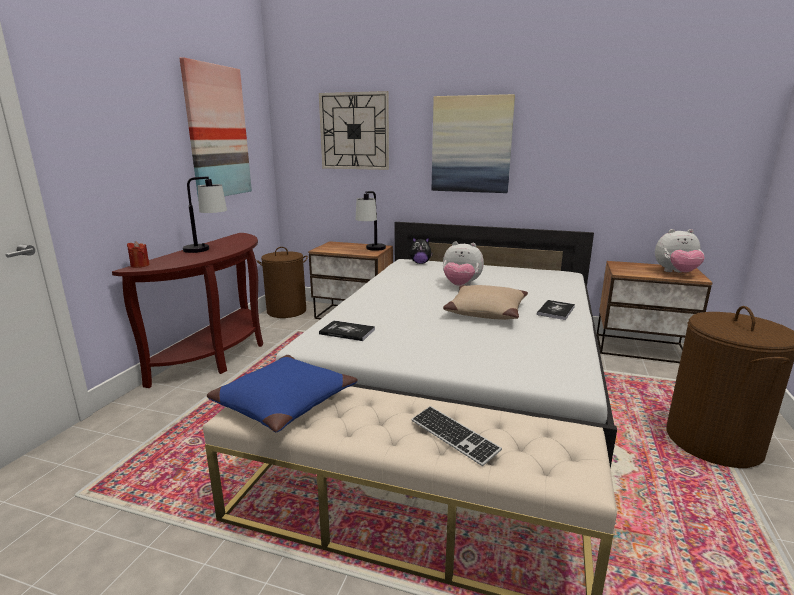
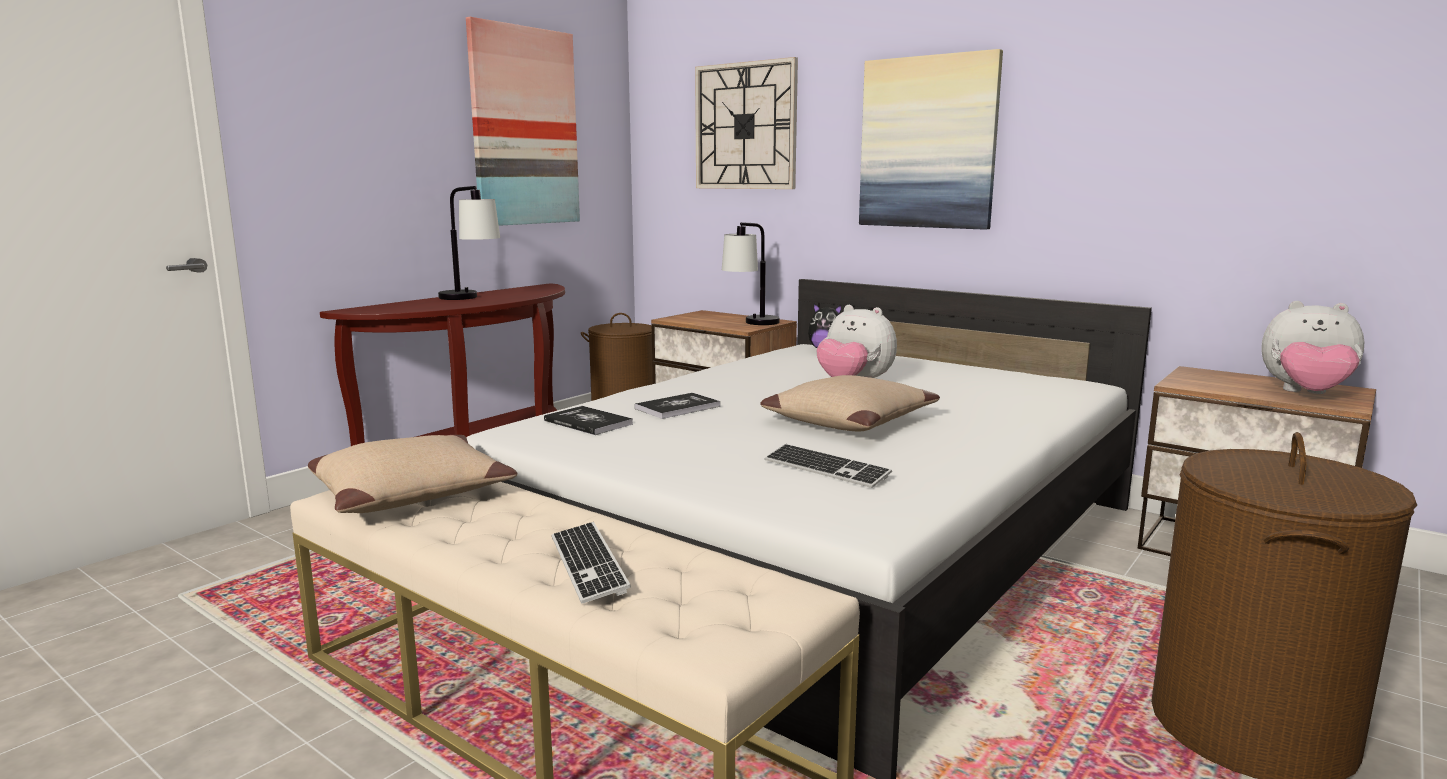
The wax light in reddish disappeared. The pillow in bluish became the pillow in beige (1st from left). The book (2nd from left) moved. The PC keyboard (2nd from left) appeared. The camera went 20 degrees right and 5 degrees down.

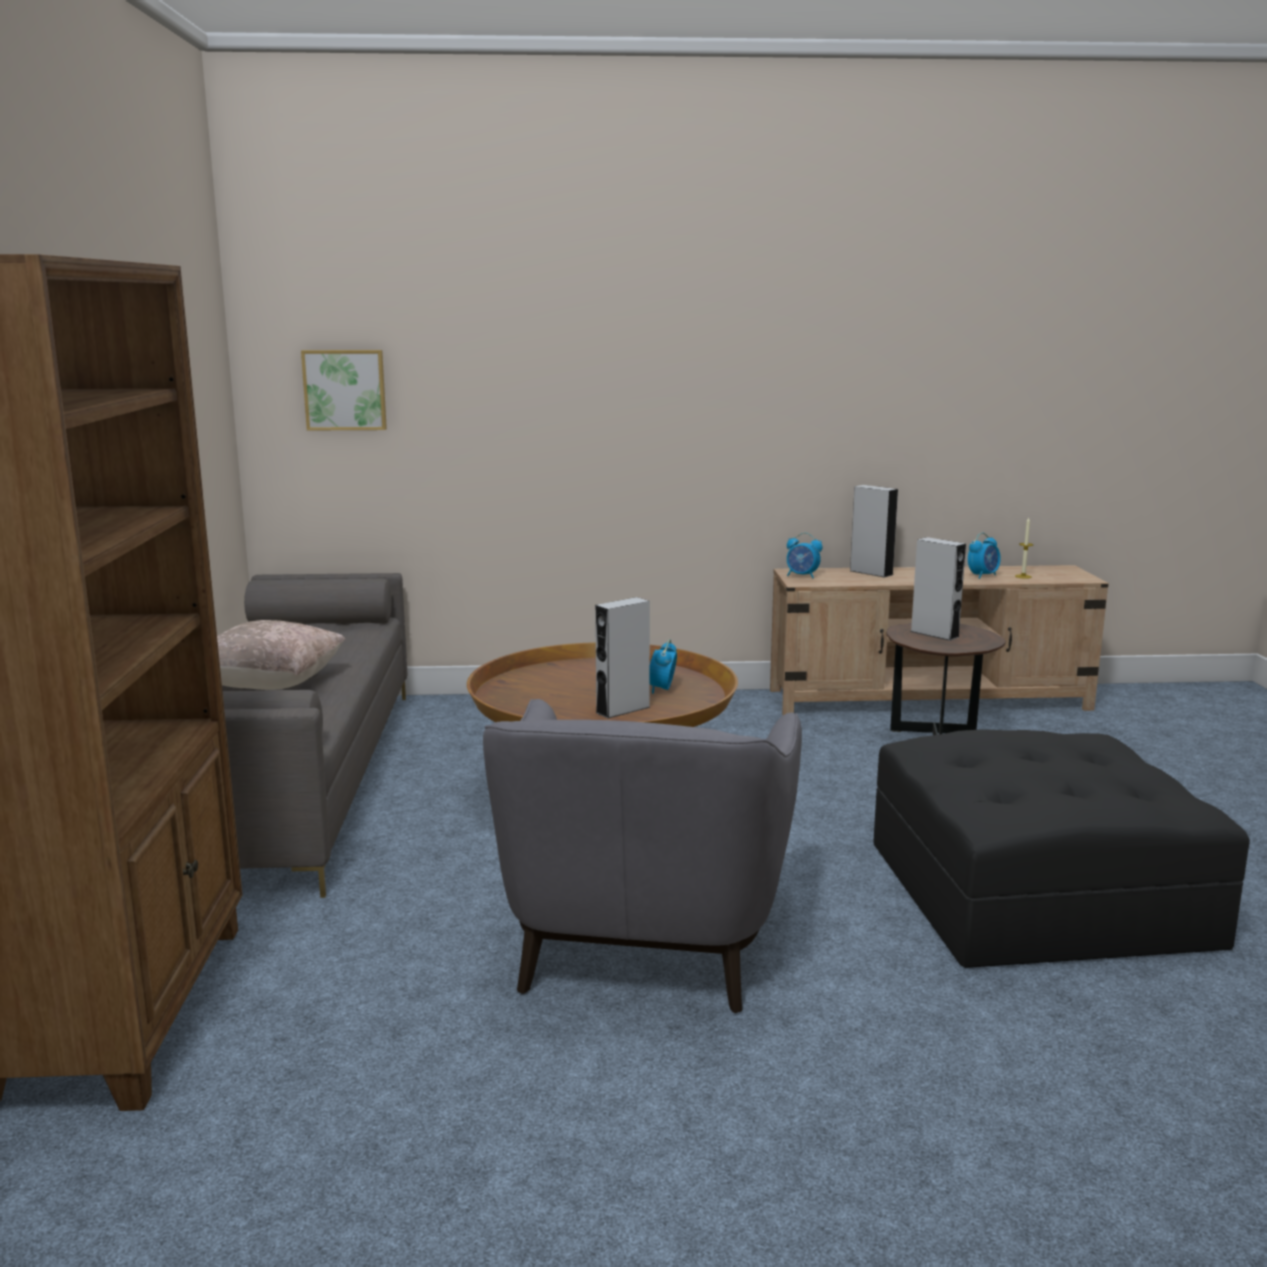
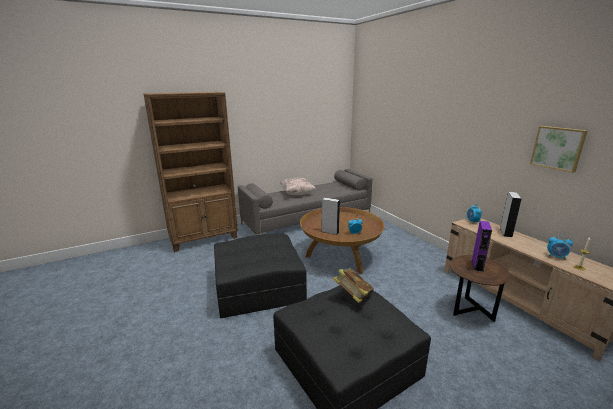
The wall picture moved. The armchair in greyish was replaced by the pouffe in black (1st from left). The speaker in greyish (3rd from left) became the speaker in purple-coloured. The book appeared. The camera went 65 degrees right and 5 degrees up.

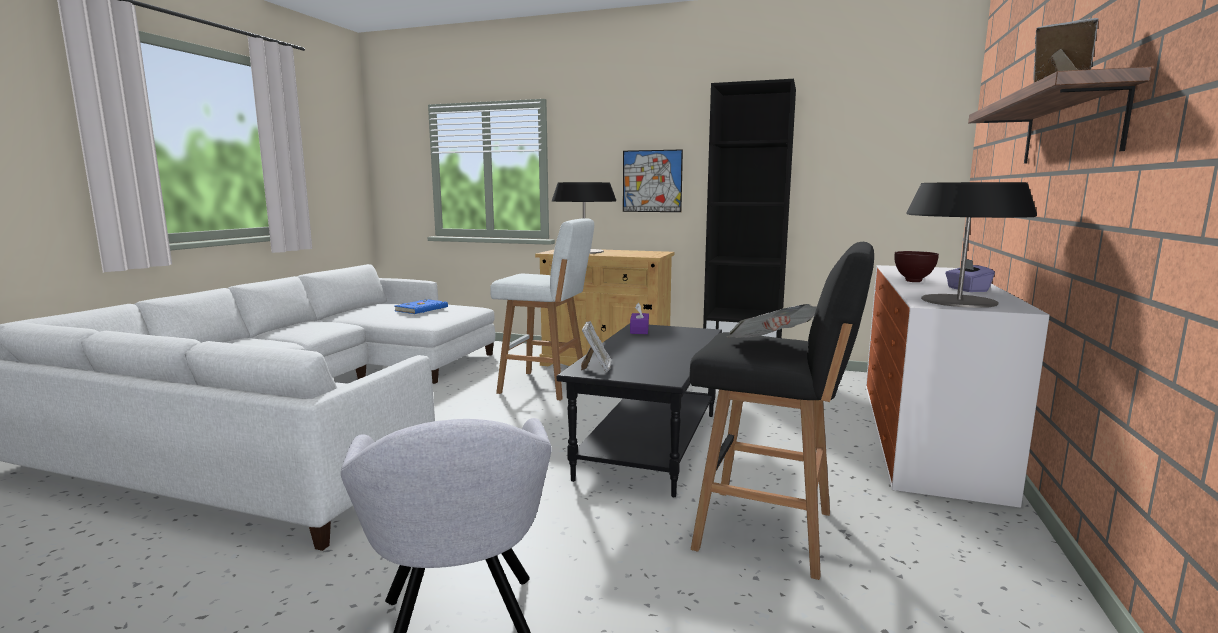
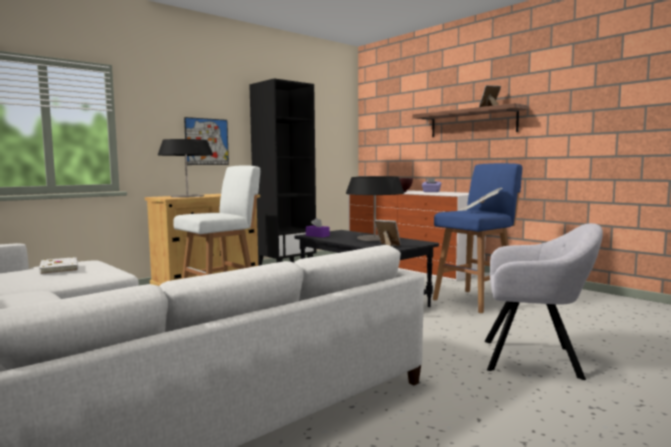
The book in bluish became the book in whitish. The stool in black became the stool in bluish. The table lamp (2nd from left) moved. The camera went 60 degrees left and 5 degrees down.

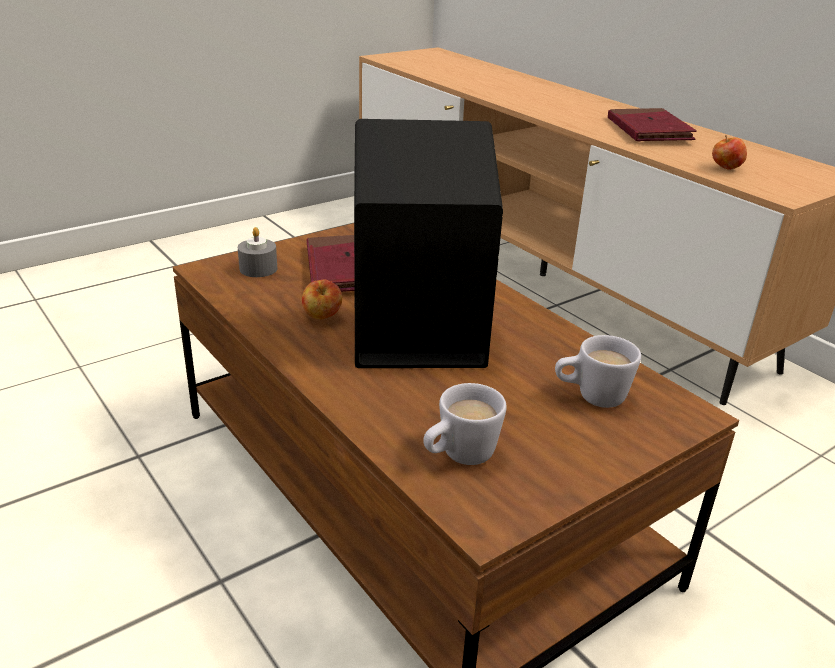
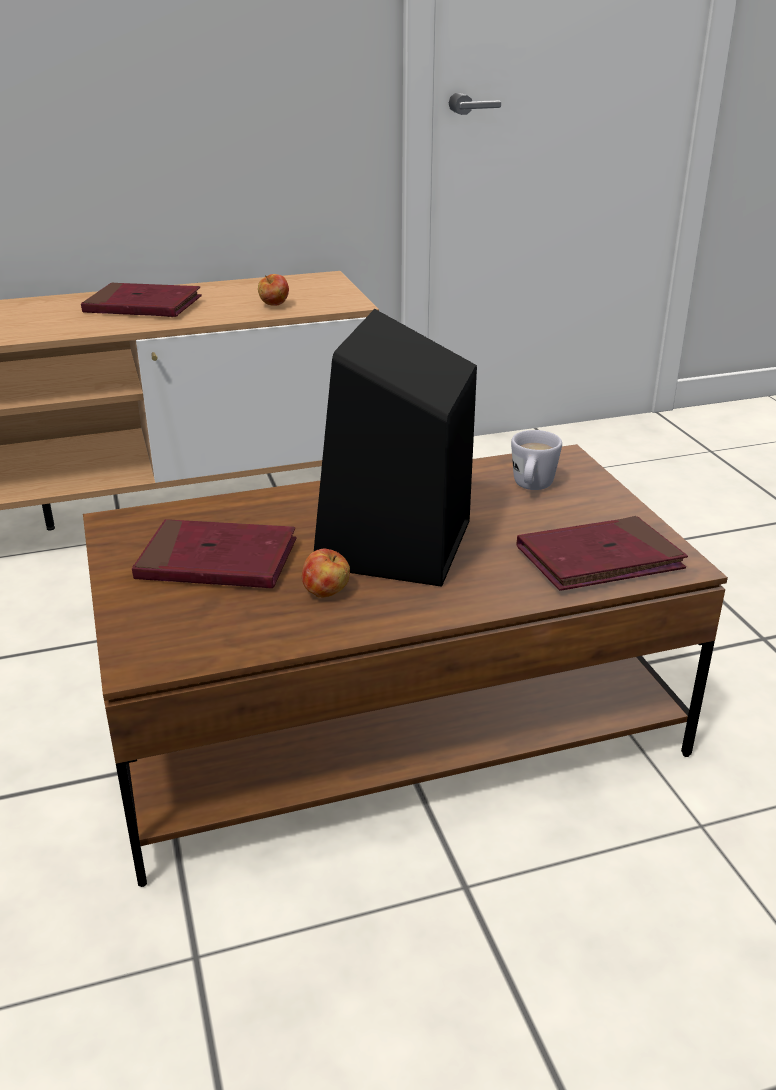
The wax light in greyish disappeared. The coffee mug in whitish (1st from left) was replaced by the book in reddish (3rd from left). The camera went 70 degrees left and 0 degrees up.

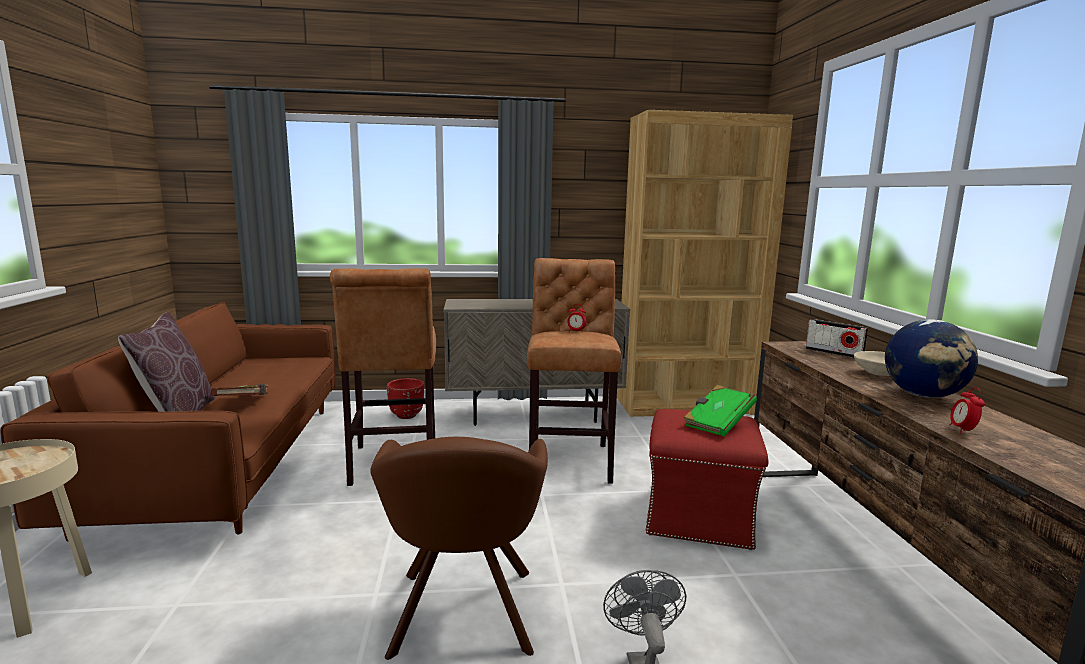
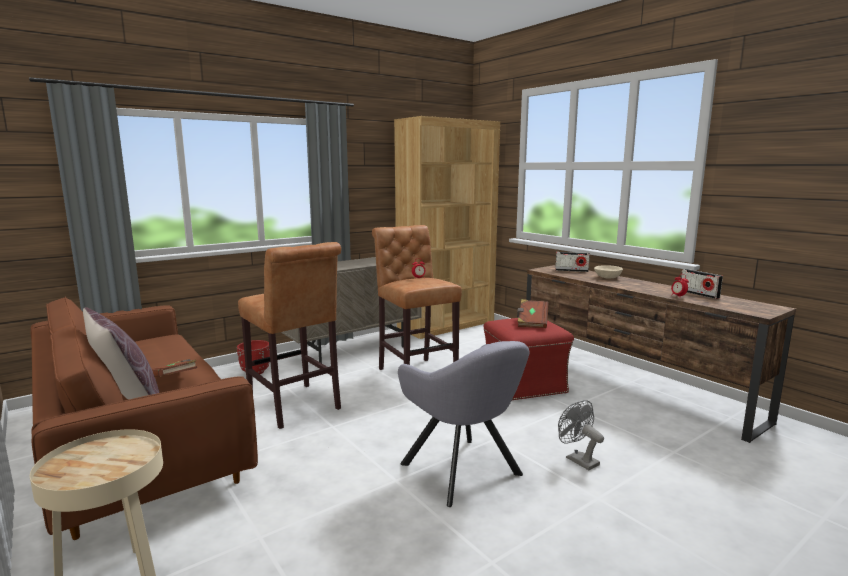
The armchair in brown became the armchair in greyish. The book in greenish became the book in brown (2nd from left). The desk globe disappeared. The radio (2nd from left) appeared. The camera went 30 degrees left and 0 degrees up.

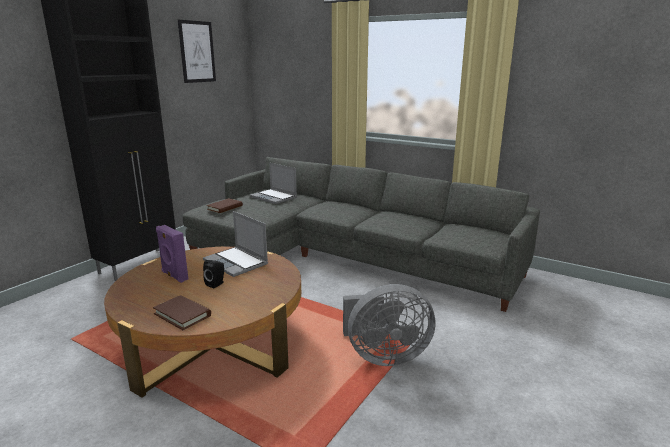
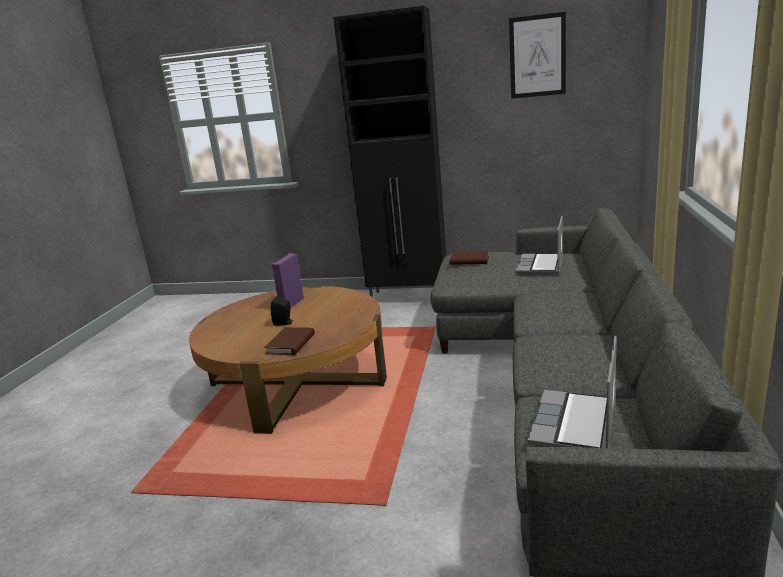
The book in brown (1st from left) moved. The laptop (1st from left in the first image) moved. The fan in greyish disappeared. The camera went 70 degrees right and 0 degrees up.

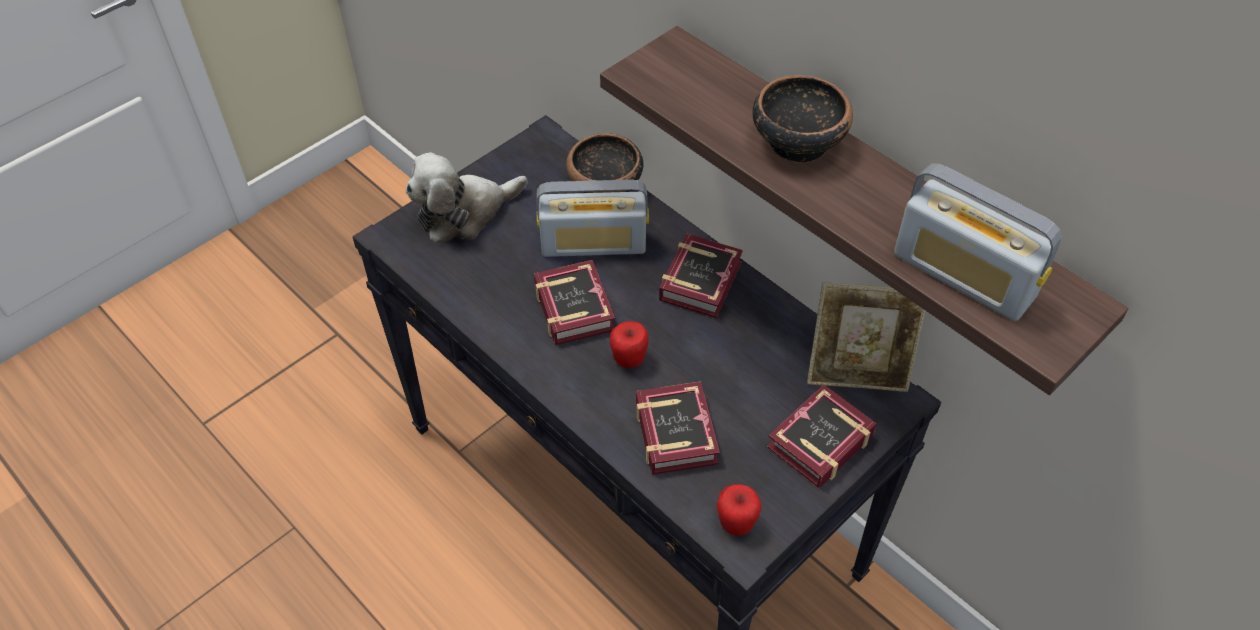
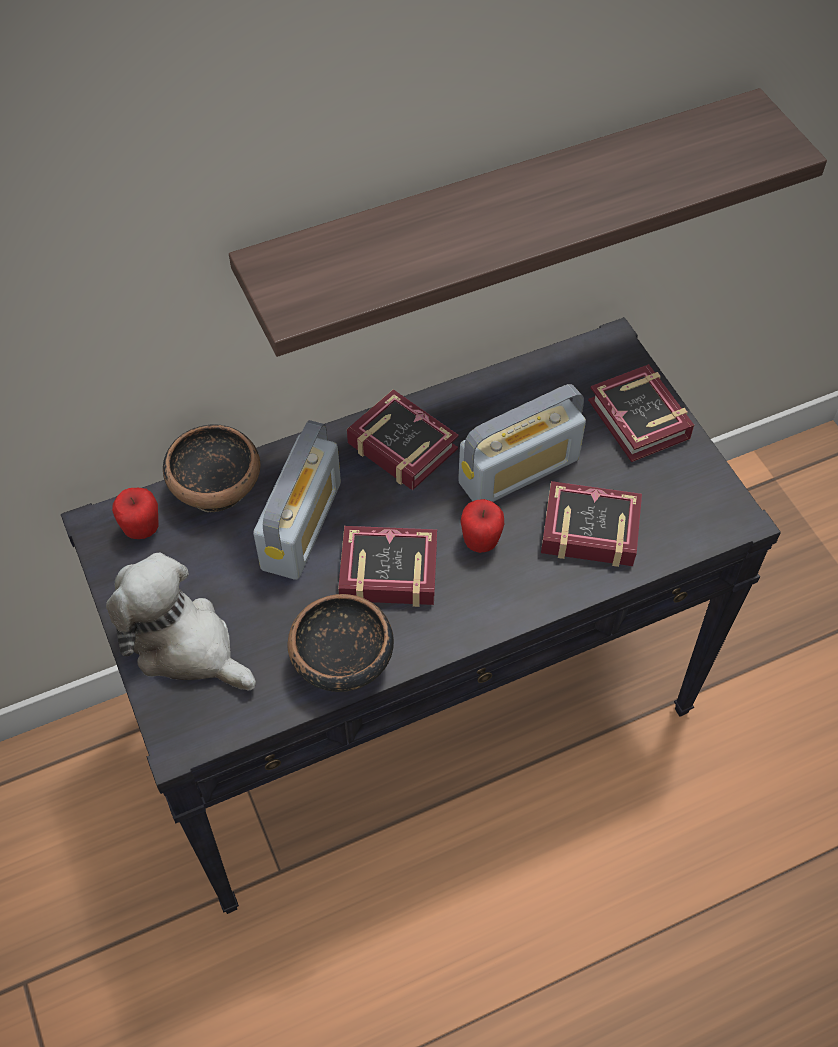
The soft toy turned 135 degrees clockwise. The apple (2nd from left in the first image) moved. The deep dish (2nd from left) moved. The photo frame disappeared. The radio (2nd from left) moved. The camera went 70 degrees left and 5 degrees up.

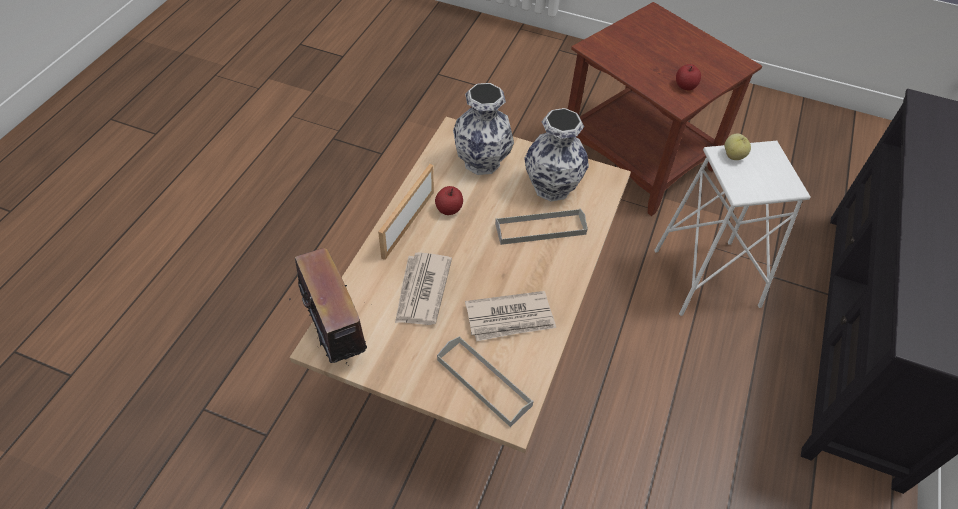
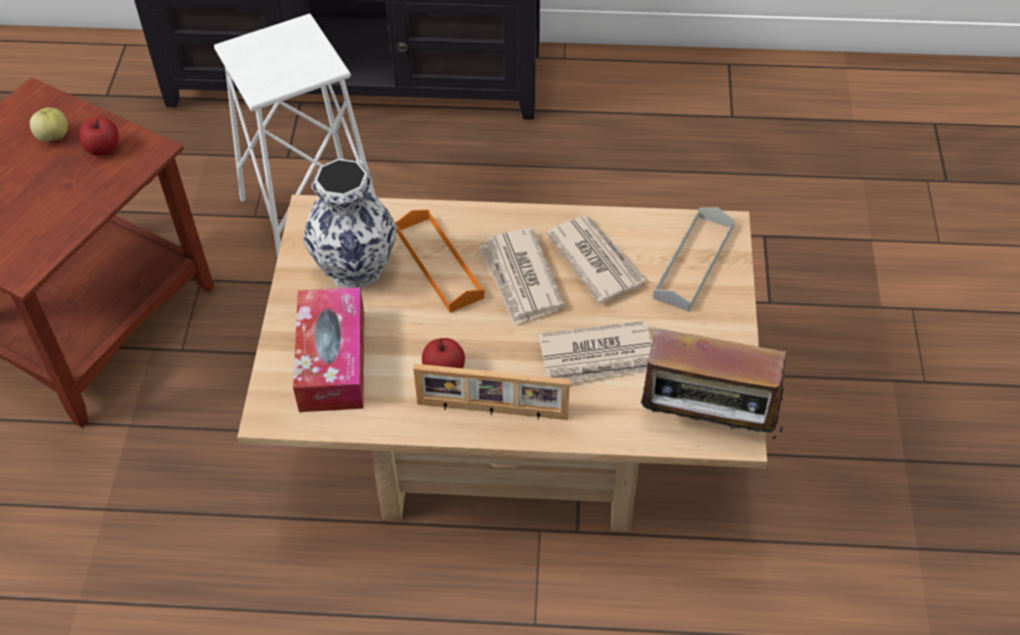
The radio turned 120 degrees counterclockwise. The vase (1st from left) was replaced by the tissue holder. The tray in greyish (2nd from left) became the tray in orangey. The apple (3rd from left in the first image) moved. The daily paper (1st from left) appeared. The camera went 105 degrees left and 0 degrees up.

